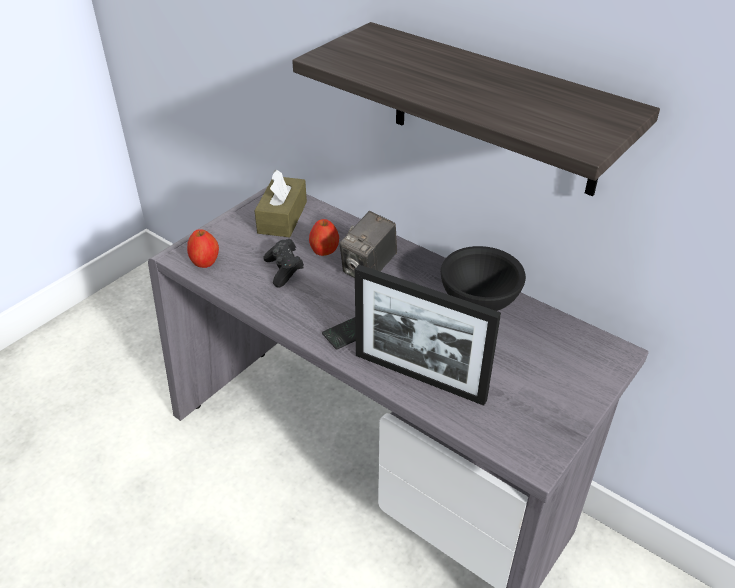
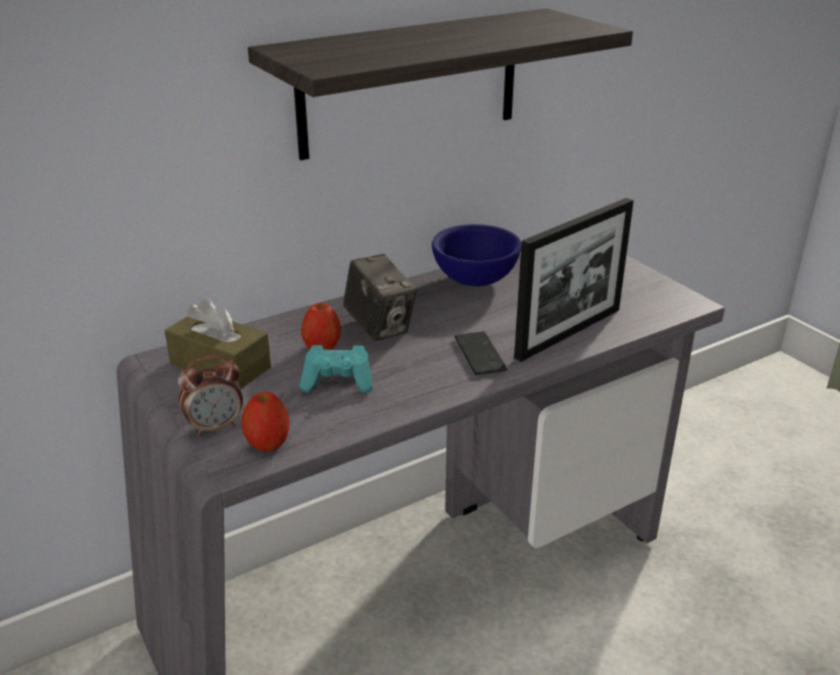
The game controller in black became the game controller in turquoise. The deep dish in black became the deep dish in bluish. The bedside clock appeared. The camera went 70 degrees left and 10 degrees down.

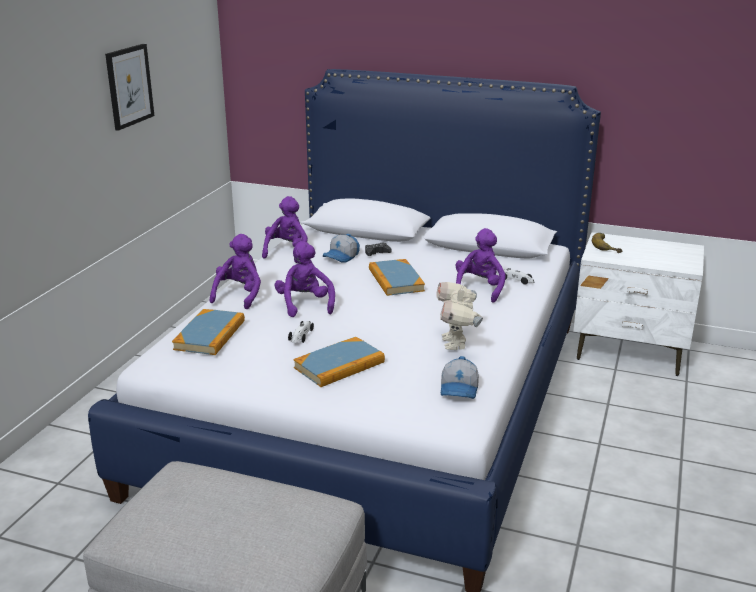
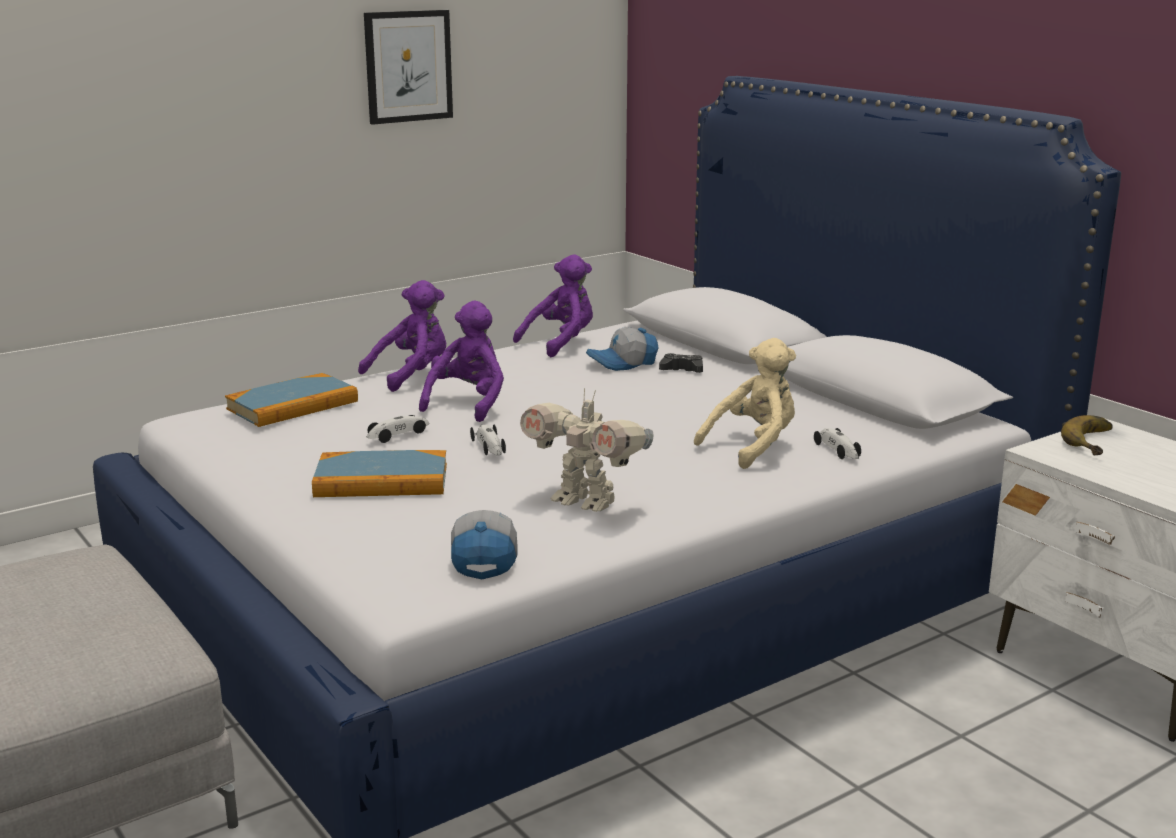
The book (3rd from left) disappeared. The robot figure turned 90 degrees counterclockwise. The peaked cap (2nd from left in the first image) turned 135 degrees clockwise. The soft toy in purple-coloured (4th from left) became the soft toy in beige. The miniature car (2nd from left) appeared. The camera went 35 degrees right and 5 degrees down.

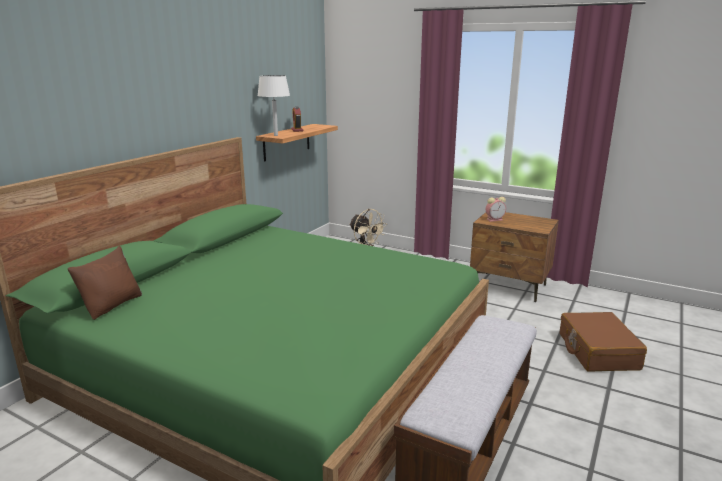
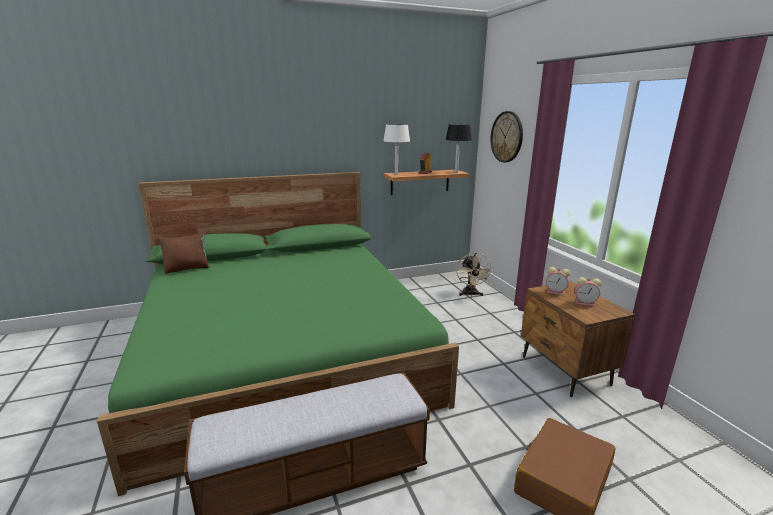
The table lamp in black appeared. The clock on the wall appeared. The bedside clock (3rd from left) appeared. The camera went 40 degrees right and 0 degrees up.

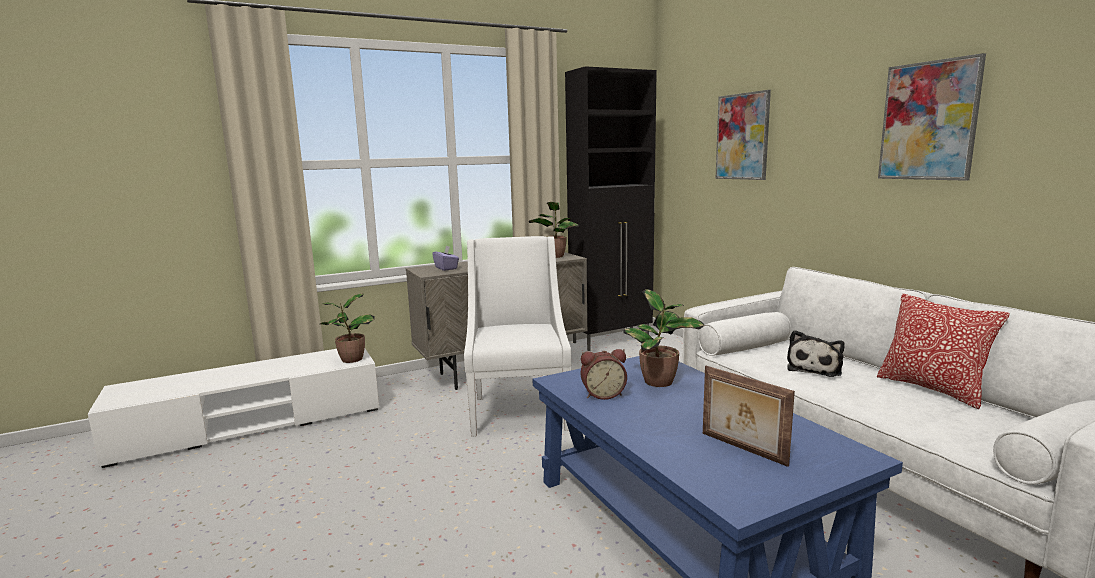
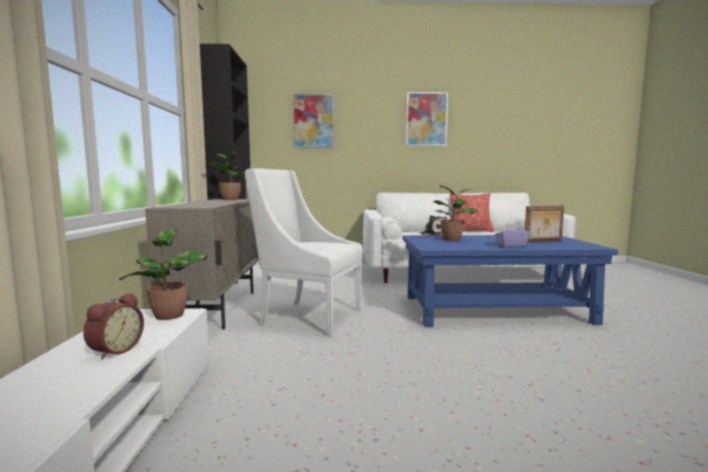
The tissue holder in purple-coloured moved. The bedside clock moved. The camera went 65 degrees left and 5 degrees down.

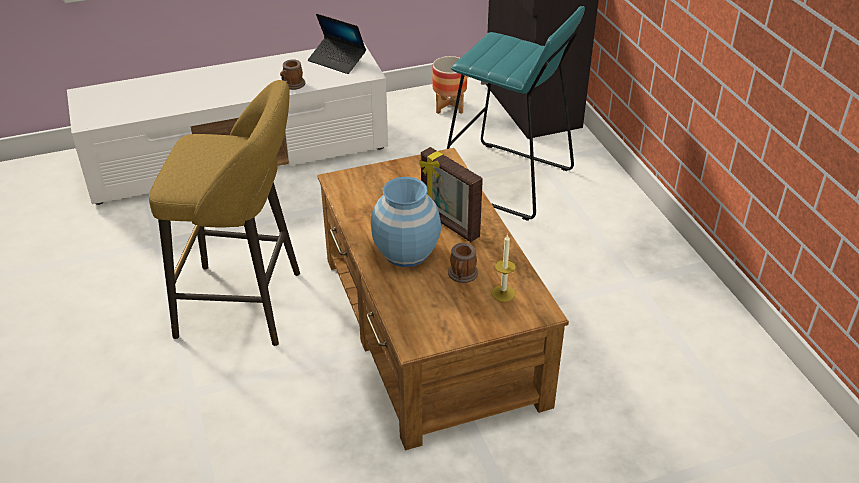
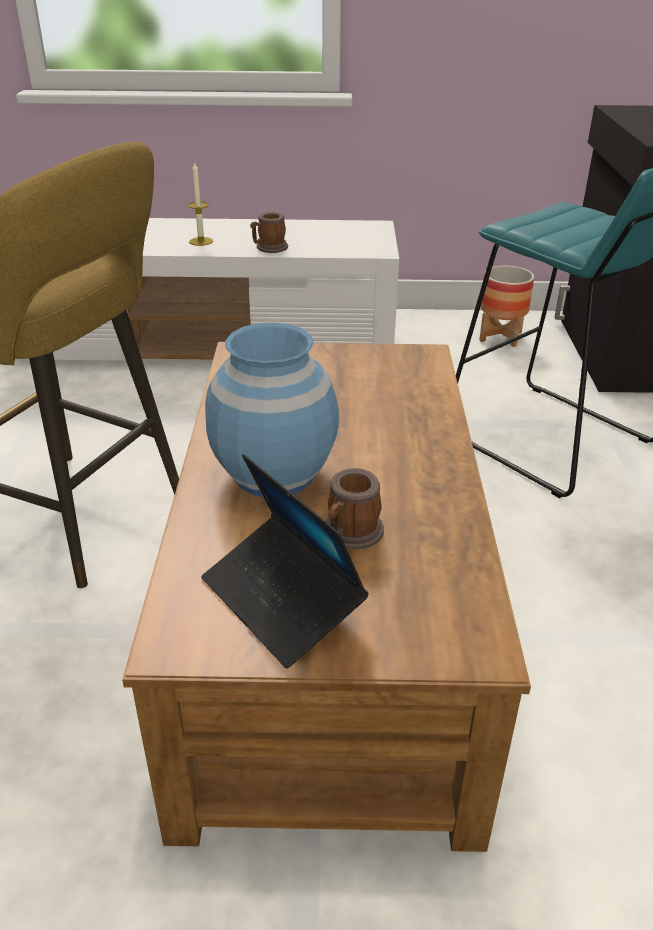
The laptop moved. The photo frame disappeared. The wax light moved. The camera went 20 degrees right and 5 degrees down.

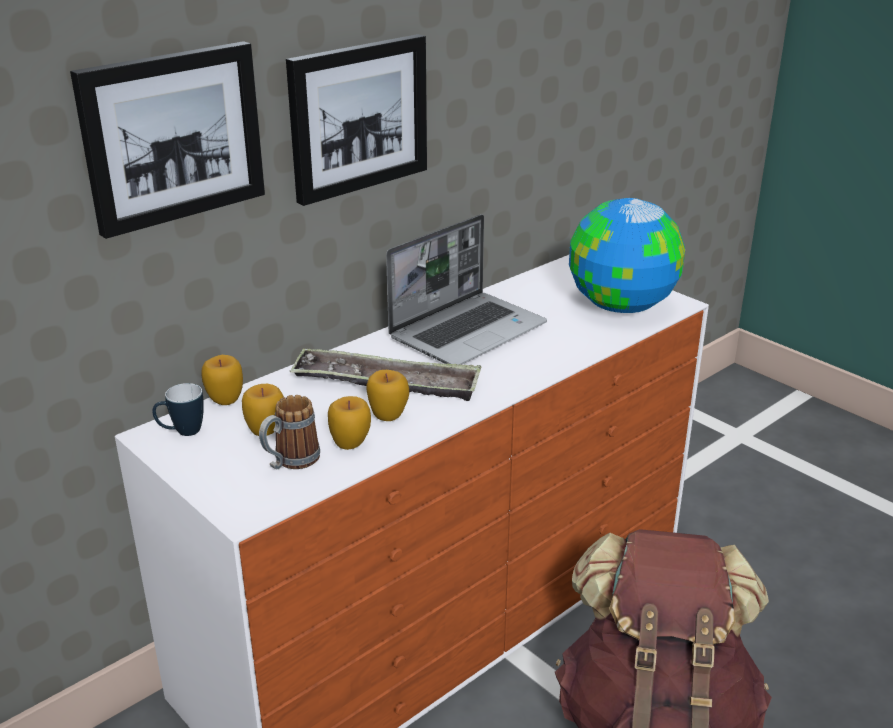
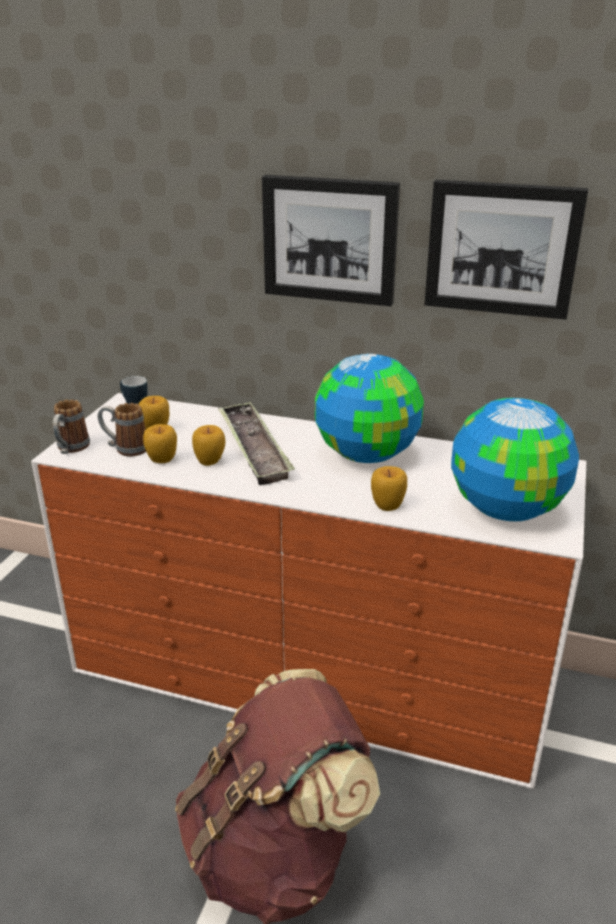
The wall picture (1st from left in the first image) moved. The apple (1st from left in the first image) moved. The laptop was replaced by the desk globe (1st from left). The coffee mug (1st from left) appeared. The camera went 60 degrees right and 0 degrees up.

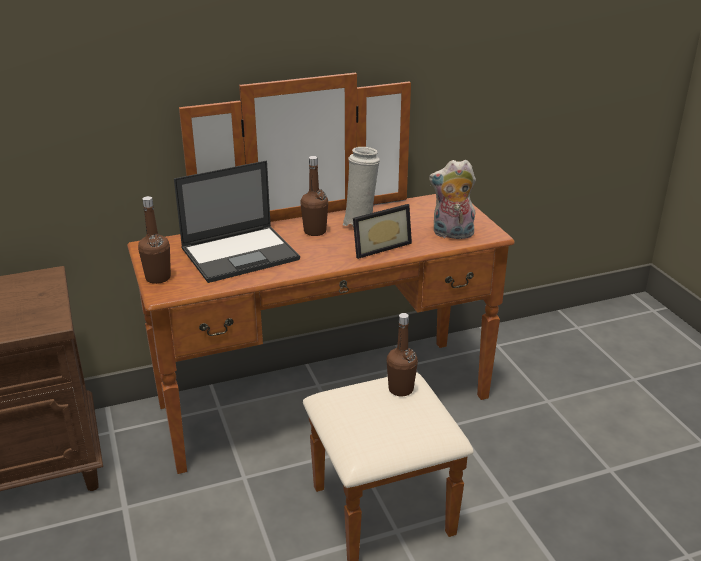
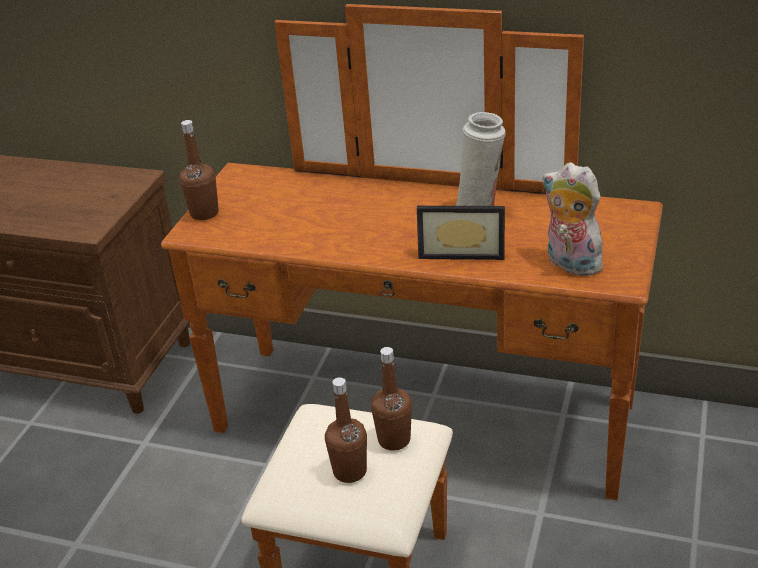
The laptop disappeared. The bottle in brown (2nd from left) moved. The camera went 40 degrees right and 5 degrees up.

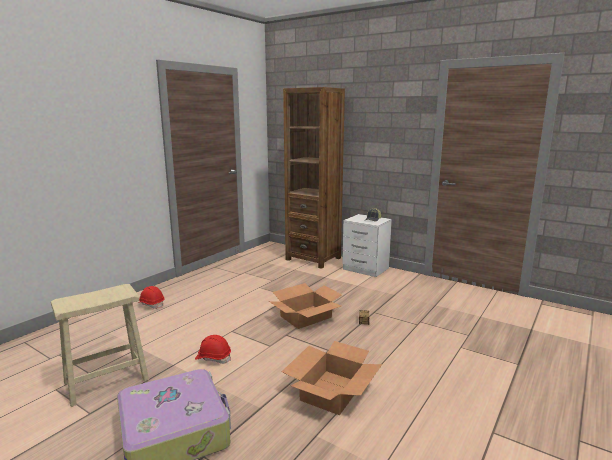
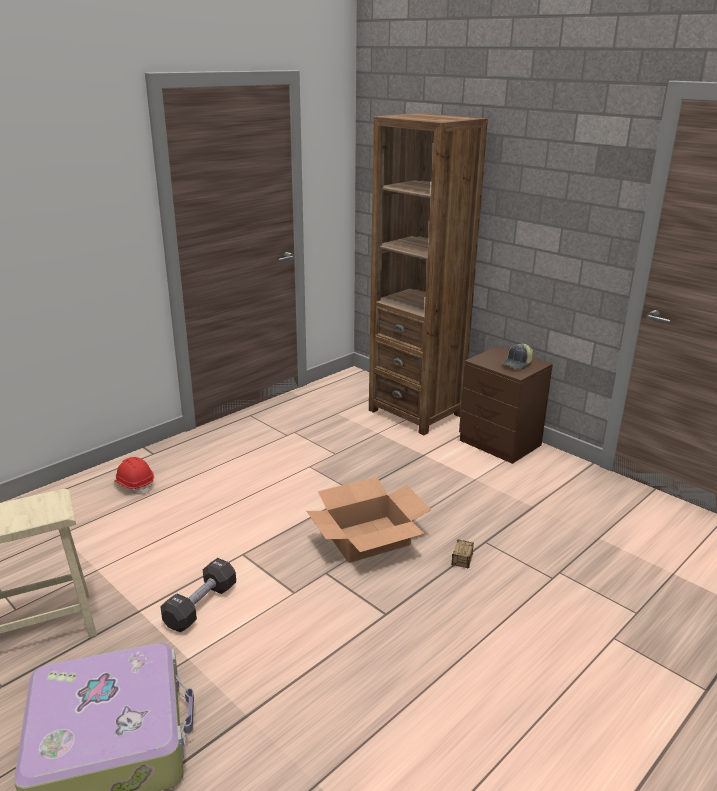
The hard hat in reddish (2nd from left) was replaced by the hand weight in black. The cardboard box (2nd from left) disappeared. The nightstand in whitish became the nightstand in brown. The camera went 10 degrees right and 10 degrees up.

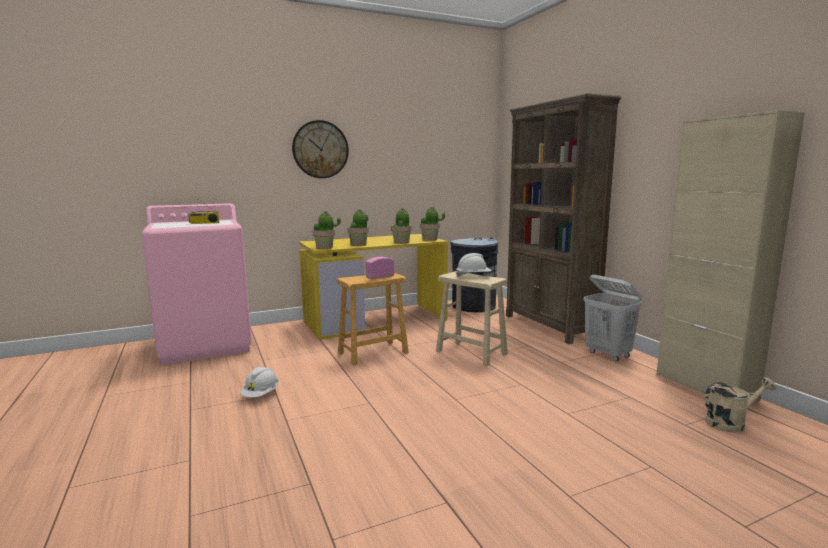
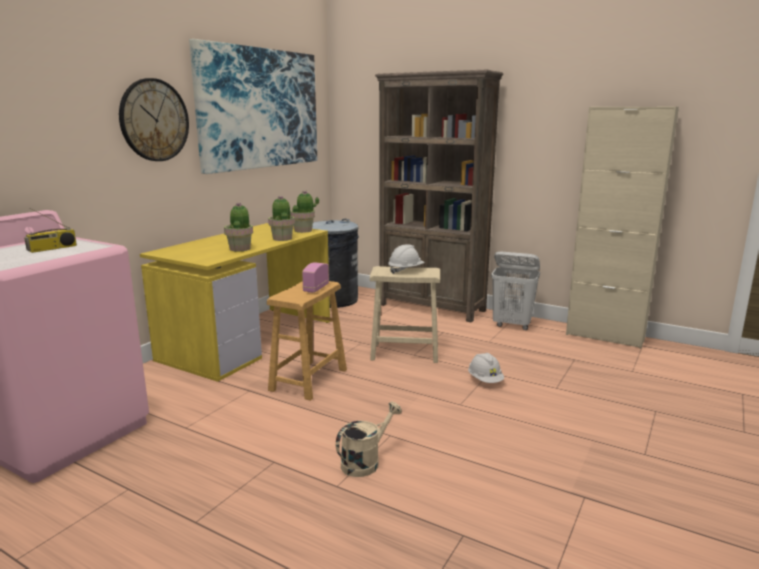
The hard hat in whitish (1st from left in the first image) moved. The houseplant (1st from left) disappeared. The watering pot in beige moved. The wall picture appeared. The camera went 35 degrees left and 5 degrees up.

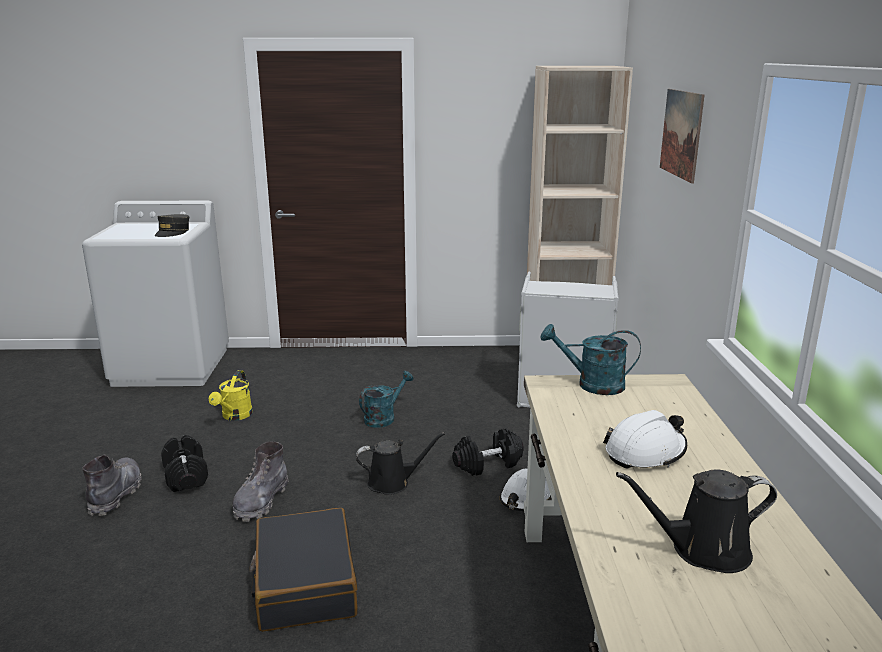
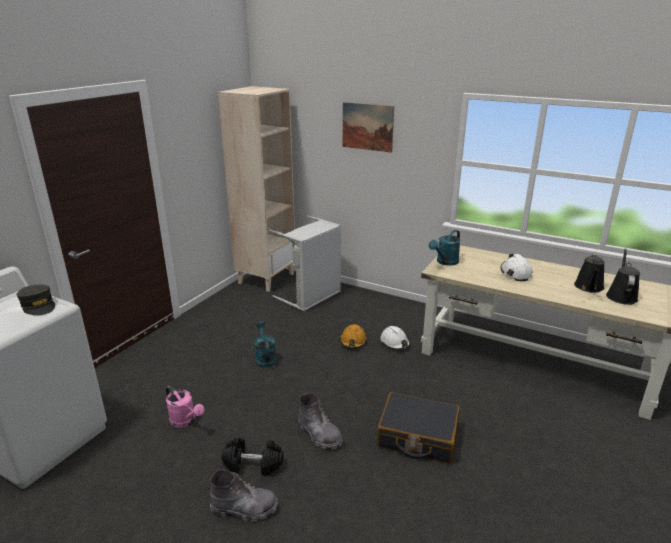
The tall boot in greyish (1st from left) turned 150 degrees clockwise. The watering pot in yellow became the watering pot in pinkish. The watering pot in black (1st from left in the first image) moved. The hand weight in black (2nd from left) was replaced by the hard hat in orangey. The camera went 60 degrees left and 5 degrees up.

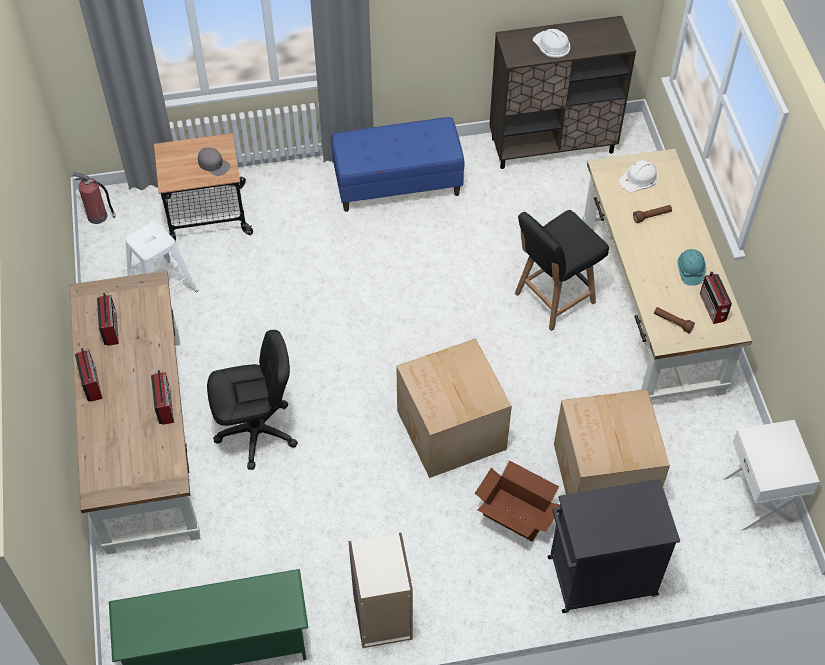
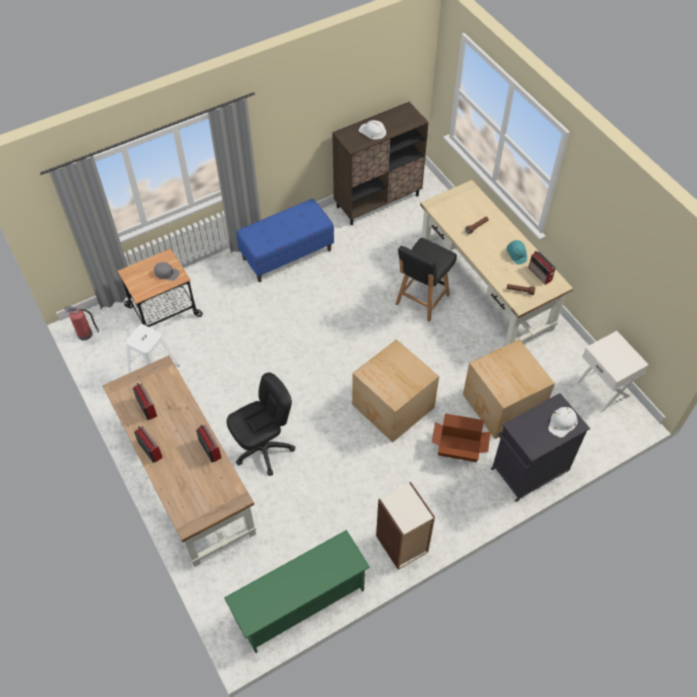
The hard hat in whitish (2nd from left) moved. The camera went 20 degrees left and 0 degrees up.

